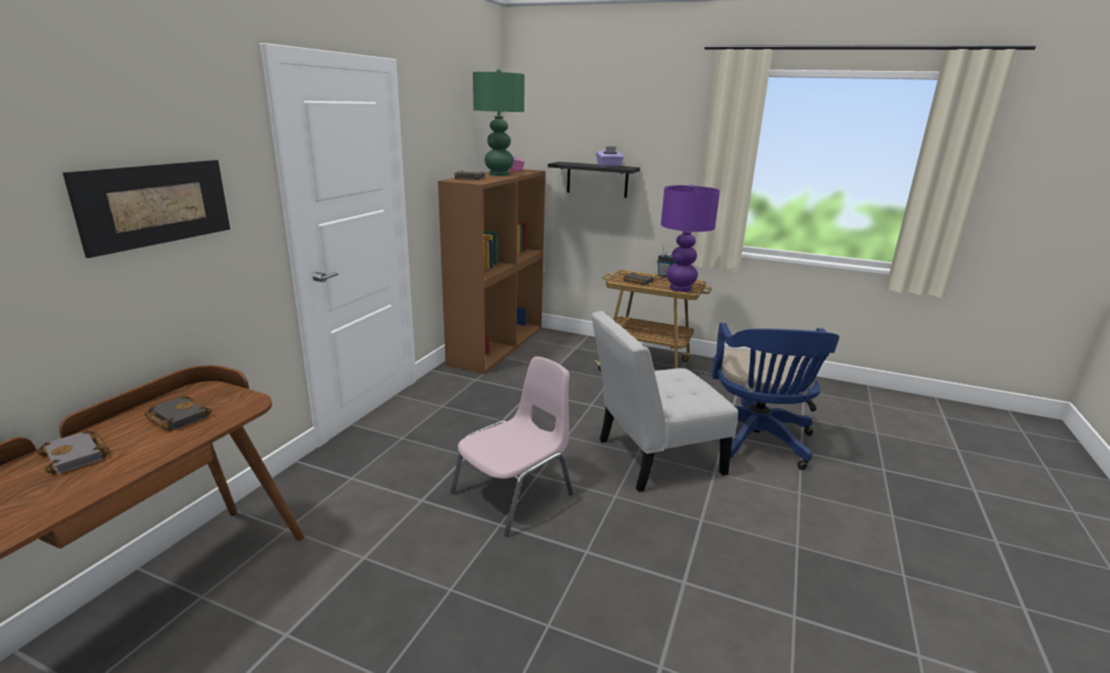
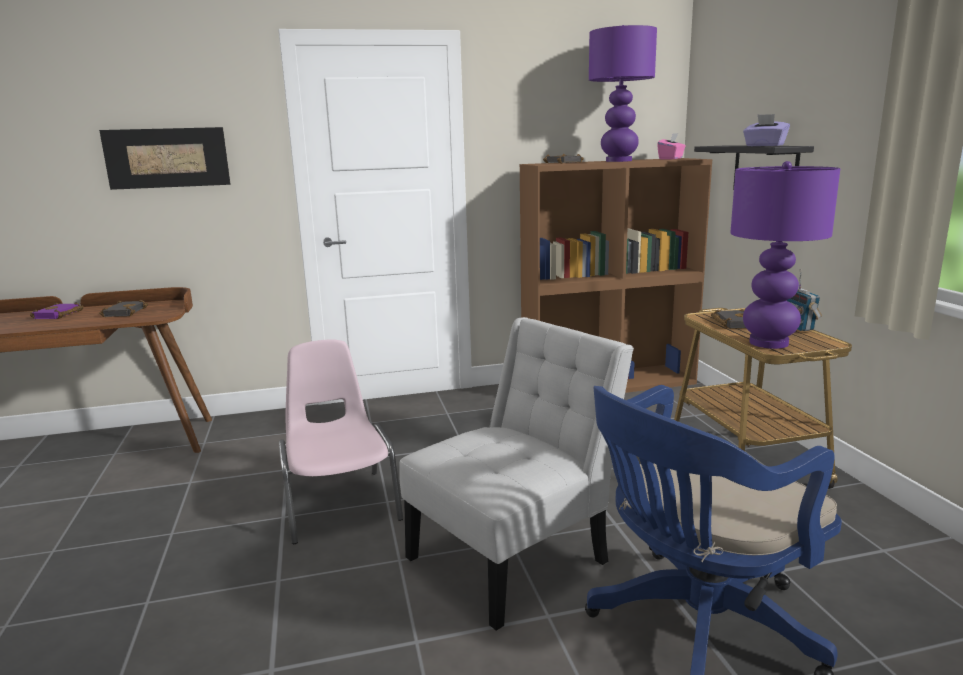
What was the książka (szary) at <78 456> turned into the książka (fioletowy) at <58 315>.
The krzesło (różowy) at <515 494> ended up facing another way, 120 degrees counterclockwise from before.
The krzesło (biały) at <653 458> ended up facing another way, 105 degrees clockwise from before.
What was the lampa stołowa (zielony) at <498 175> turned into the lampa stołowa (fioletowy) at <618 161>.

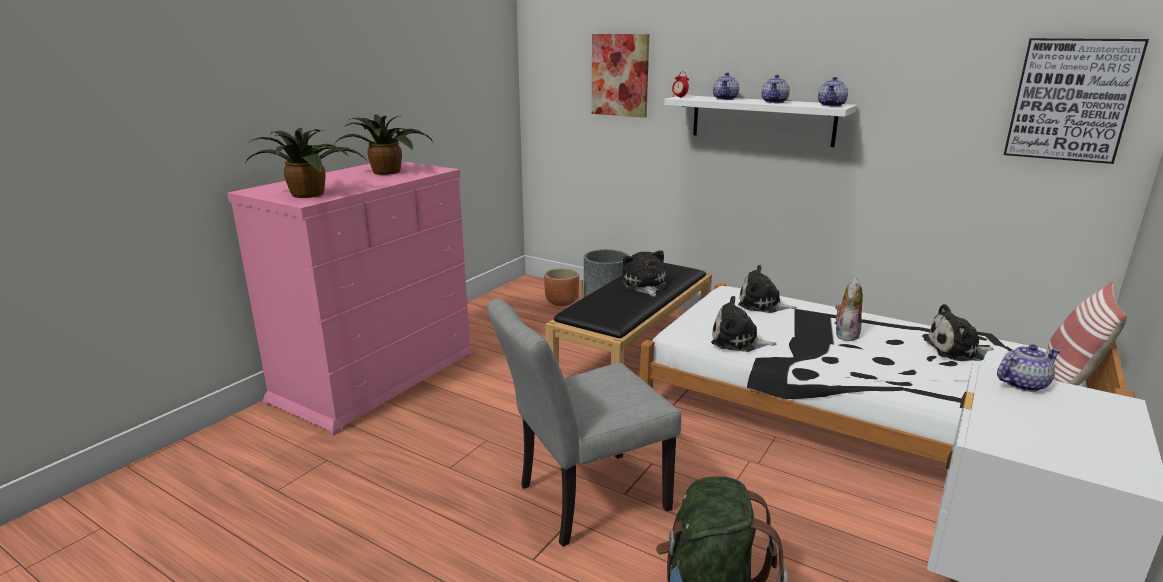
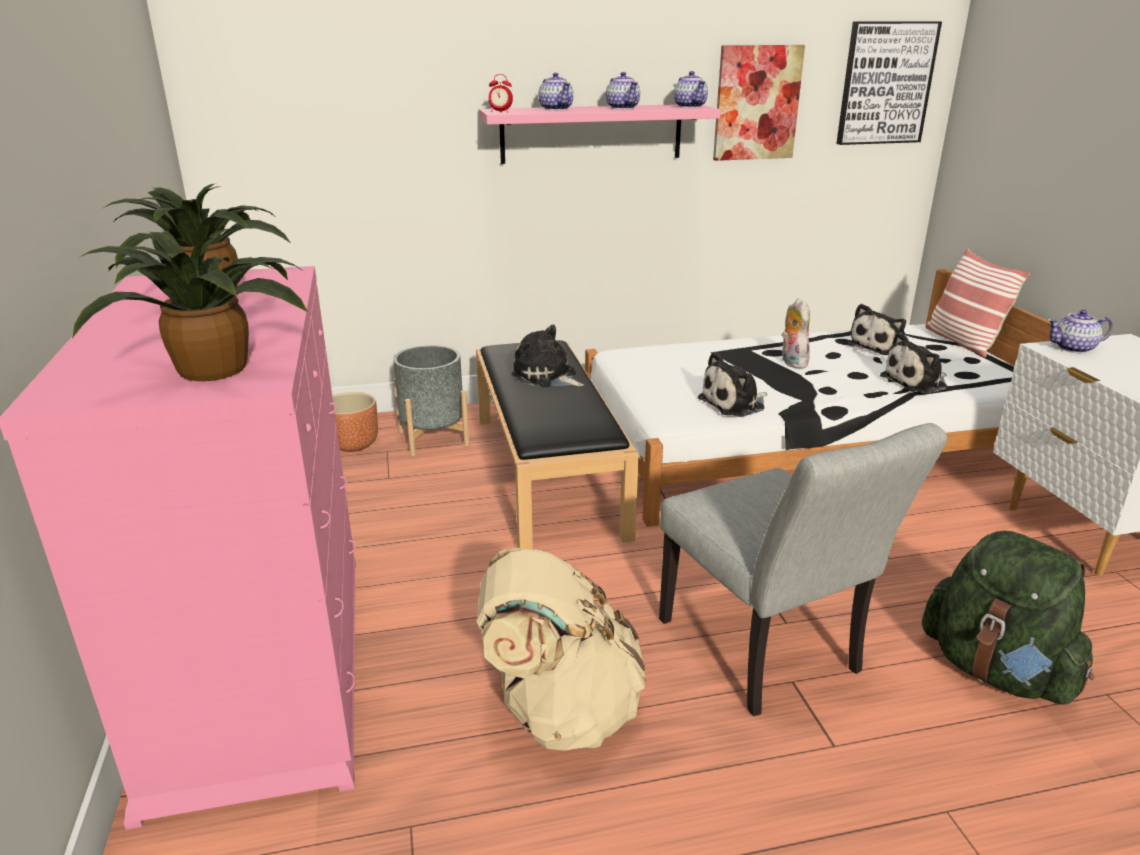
The second view gained the plecak (beżowy) at <560 710>.
What was the półka (biały) at <762 120> turned into the półka (różowy) at <591 133>.
The krzesło (szary) at <582 500> ended up facing another way, 45 degrees counterclockwise from before.
The obraz ended up elsewhere, having gone from <620 75> to <756 103>.
The pluszak ended up elsewhere, having gone from <762 305> to <917 382>.
The imbryk at <1022 384> ended up facing another way, 120 degrees counterclockwise from before.

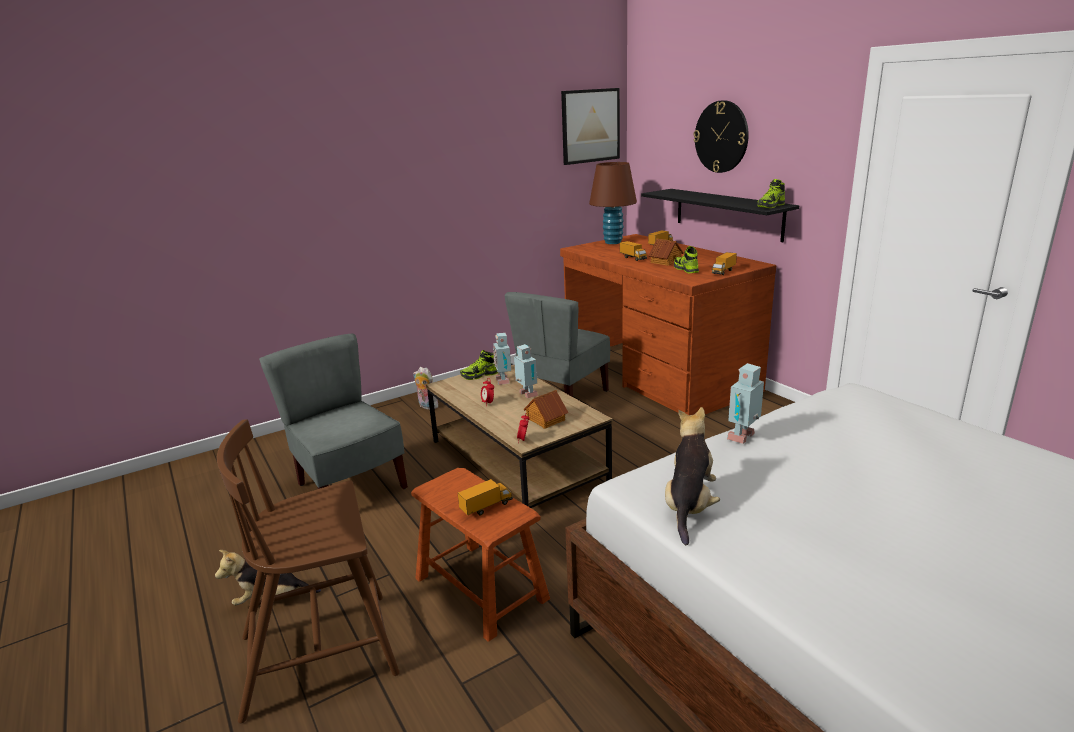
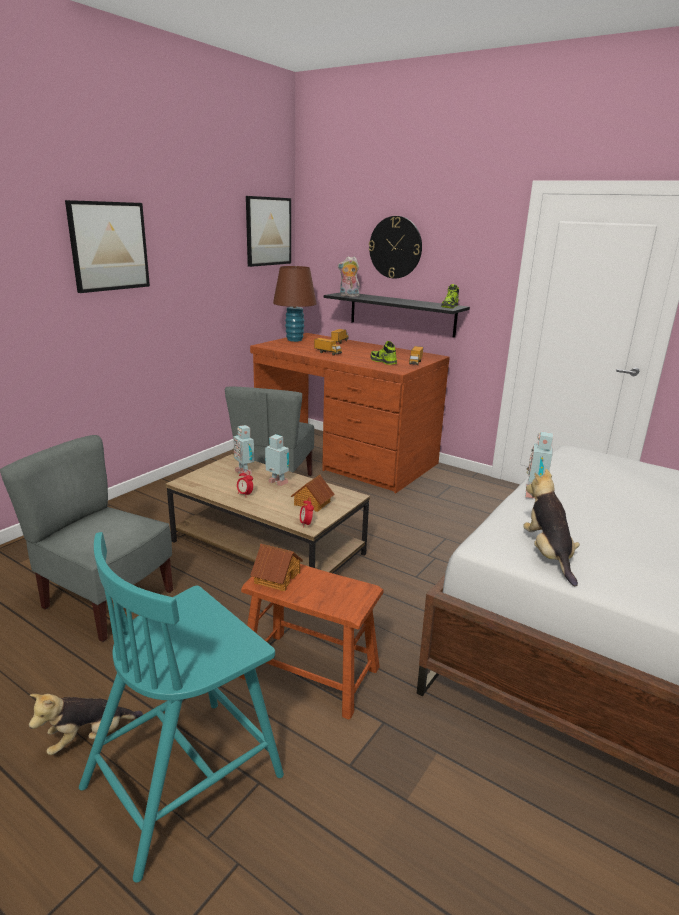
The second view gained the obraz at <109 246>.
What was the krzesło (brązowy) at <322 653> turned into the krzesło (turkusowy) at <186 778>.
The domek ended up elsewhere, having gone from <665 261> to <276 577>.
The pluszak ended up elsewhere, having gone from <426 406> to <348 296>.
The second view lost the ciężarówka zabawkowa at <486 507>.
The second view lost the but at <480 375>.

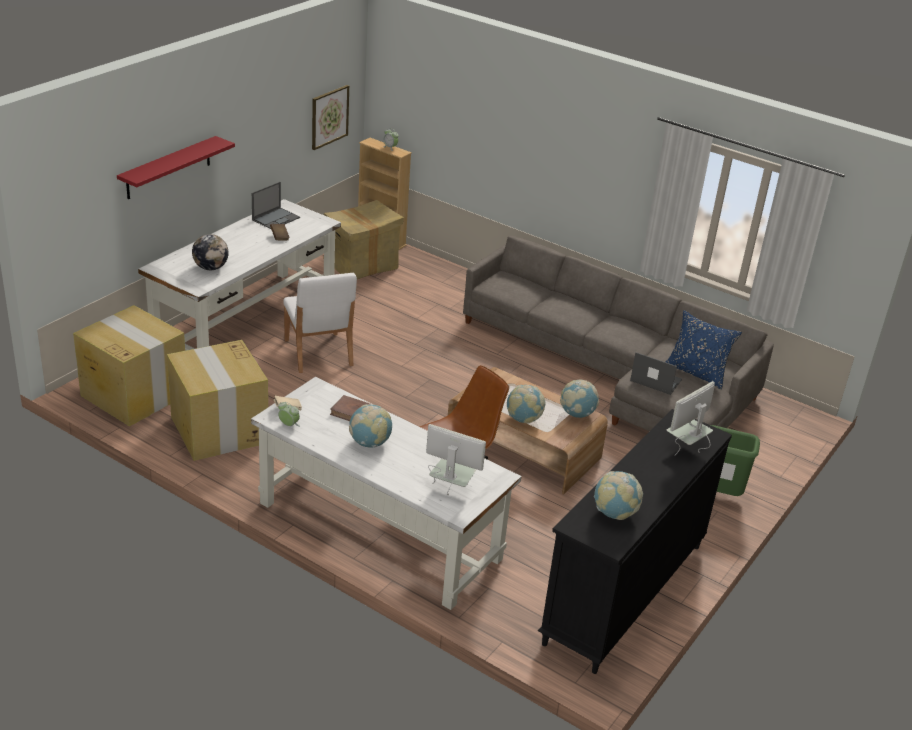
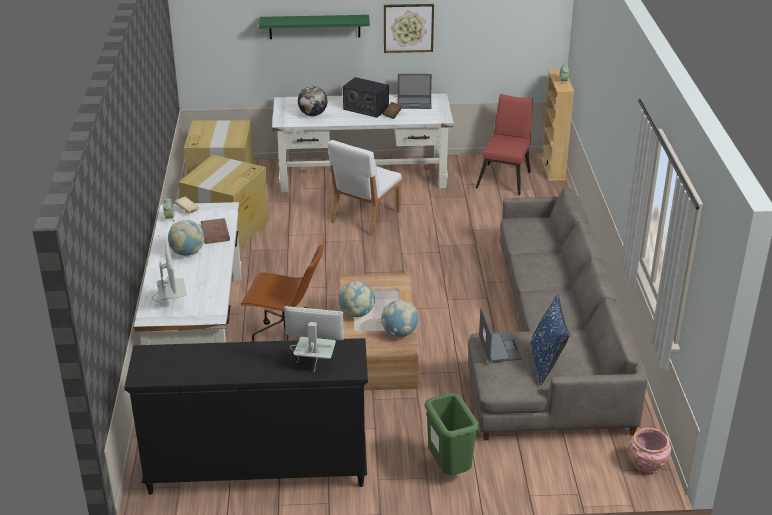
What was the półka (czerwony) at <168 168> turned into the półka (zielony) at <314 26>.
The second view gained the radio at <365 108>.
The obraz ended up elsewhere, having gone from <329 116> to <408 28>.
Where the karton stood at <361 264>, the krzesło (czerwony) came to stand at <505 178>.
The second view gained the donica (różowy) at <647 464>.
The second view lost the globus at <614 513>.

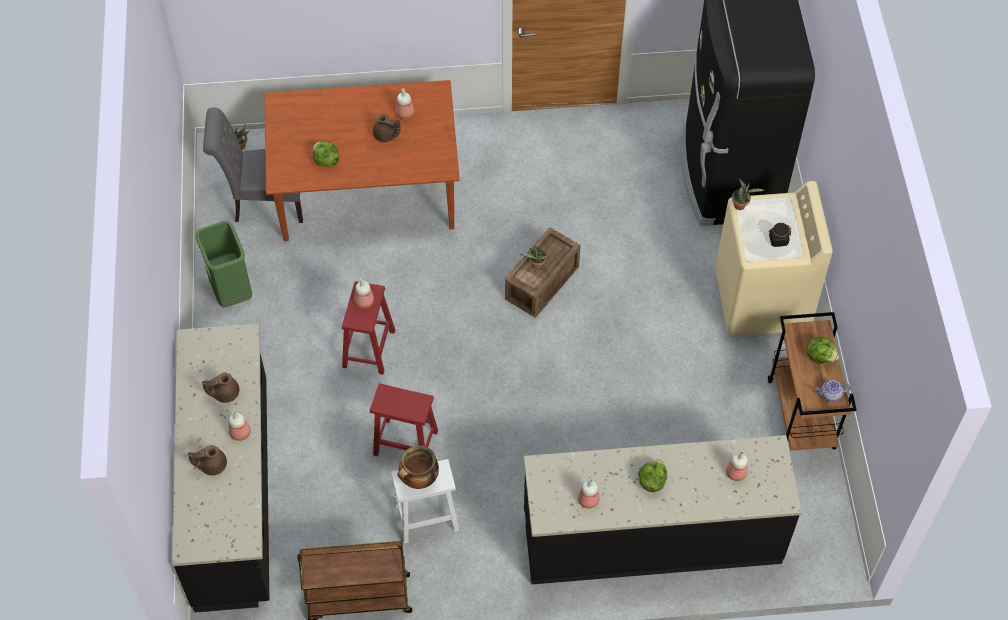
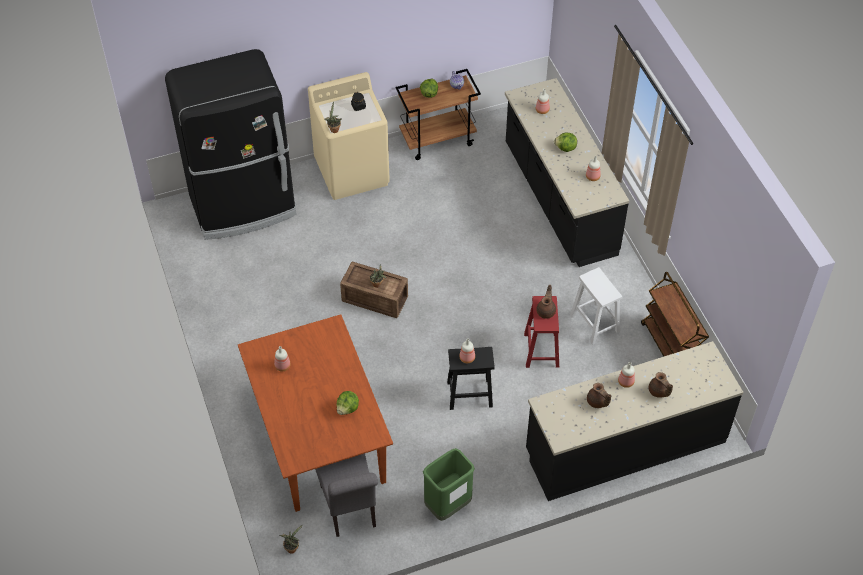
What was the stołek (czerwony) at <369 347> turned into the stołek (czarny) at <469 394>.
The imbryk (brązowy) ended up elsewhere, having gone from <386 136> to <546 311>.
The second view lost the garnek at <419 480>.

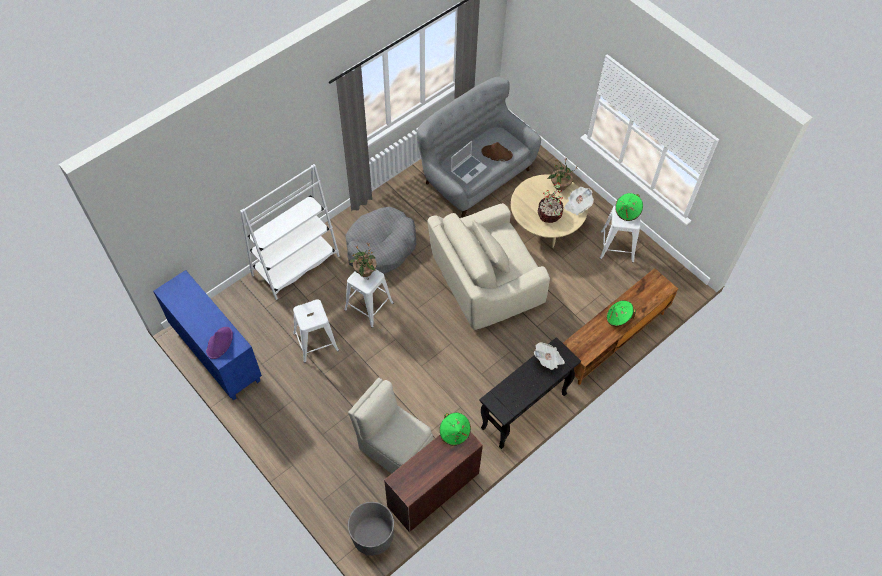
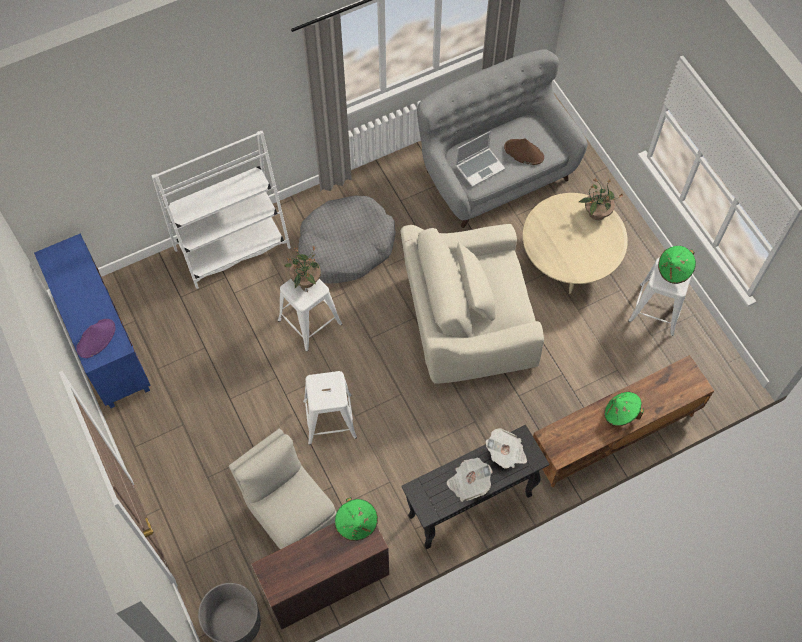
The stołek (biały) ended up elsewhere, having gone from <316 341> to <330 419>.
The gazeta ended up elsewhere, having gone from <577 205> to <468 483>.
The second view lost the roślina doniczkowa at <550 215>.

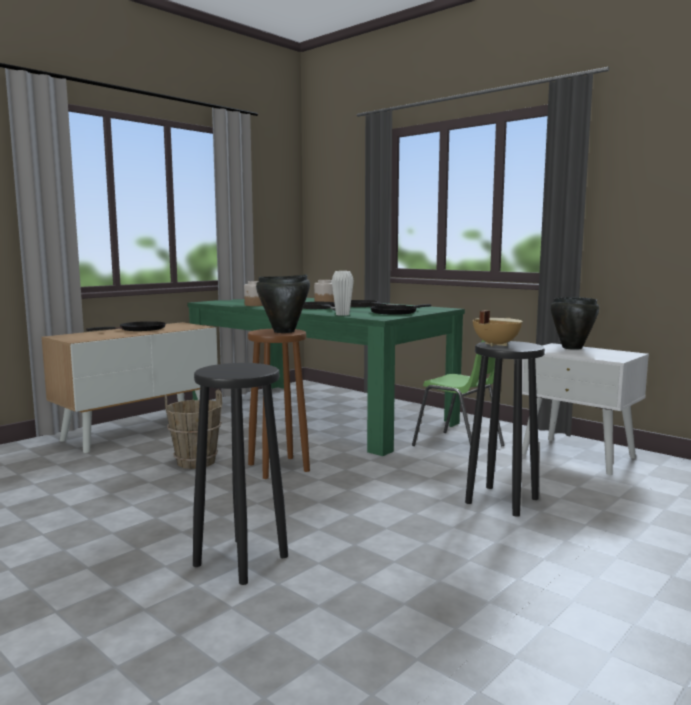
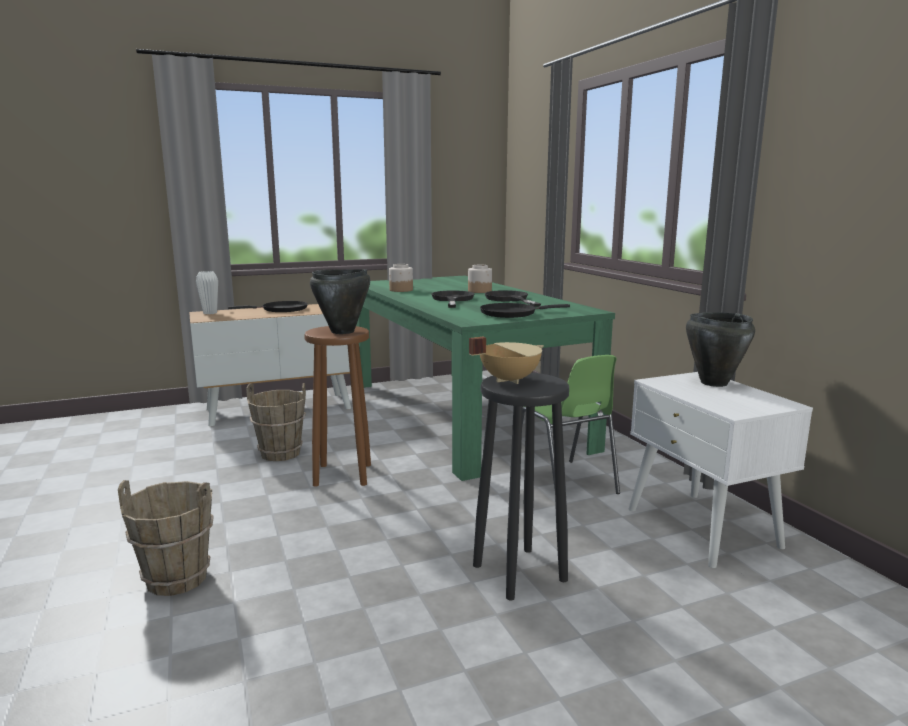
Where the stołek (czarny) stood at <242 560>, the wiadro (brązowy) came to stand at <177 578>.
The wazon (biały) ended up elsewhere, having gone from <342 314> to <210 313>.

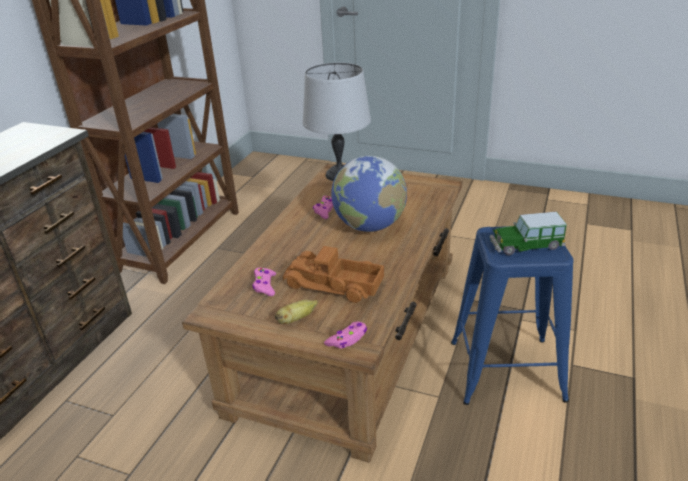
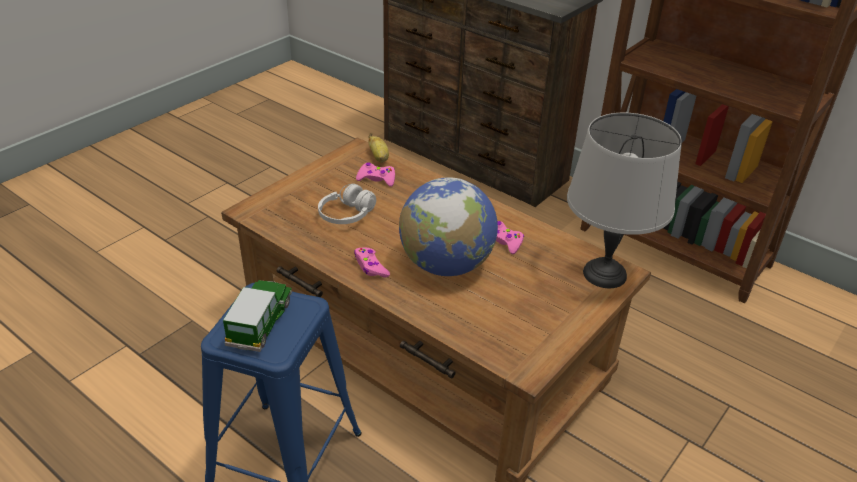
Where the ciężarówka zabawkowa stood at <333 285>, the słuchawki (biały) came to stand at <347 215>.
The pad do gier (różowy) ended up elsewhere, having gone from <347 339> to <371 267>.
The banan ended up elsewhere, having gone from <296 319> to <379 158>.

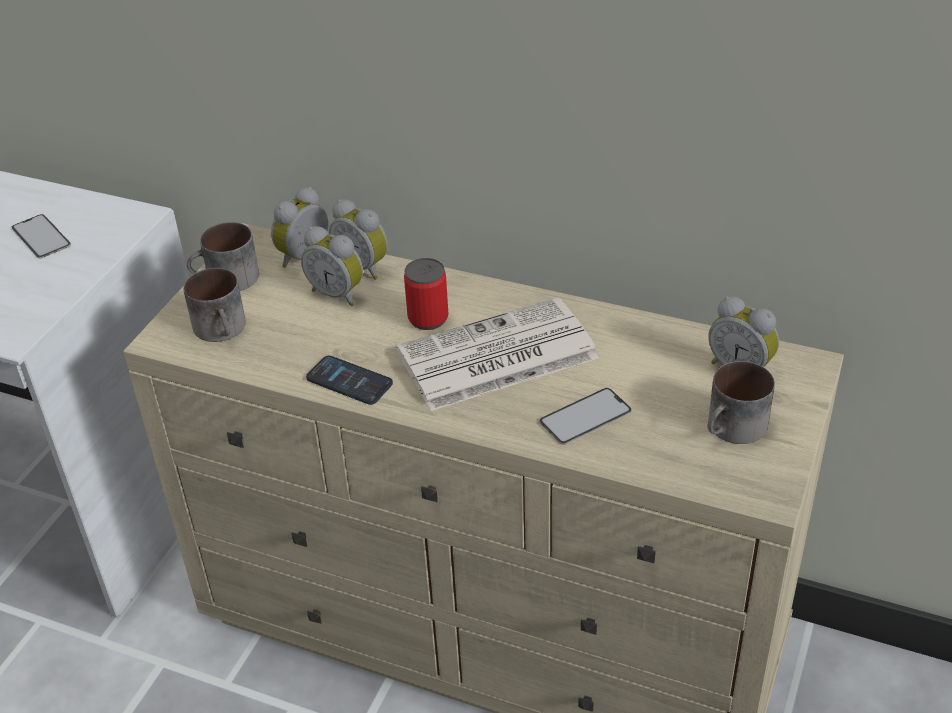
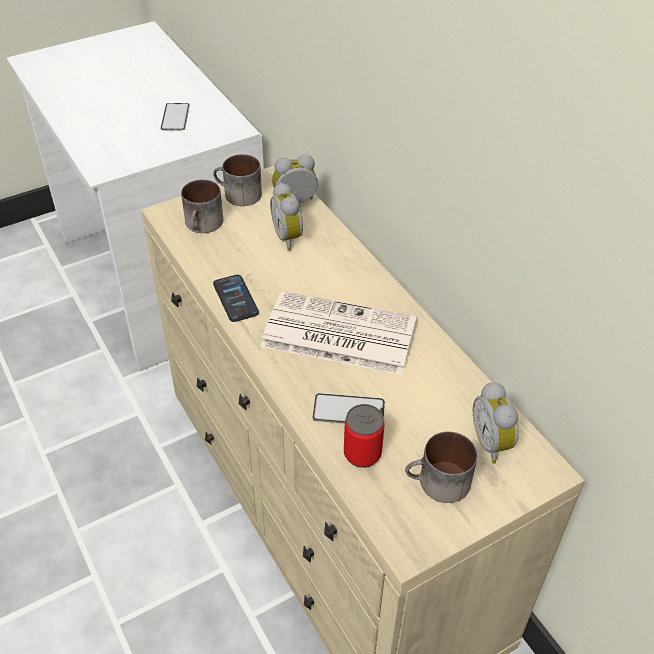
The puszka ended up elsewhere, having gone from <428 318> to <362 453>.
The second view lost the budzik at <364 266>.

